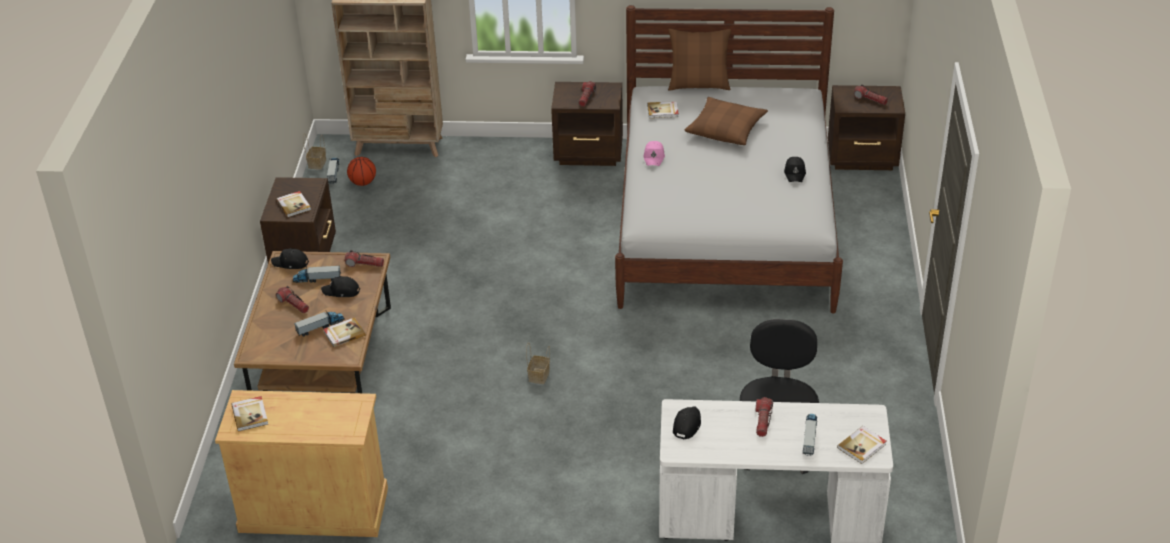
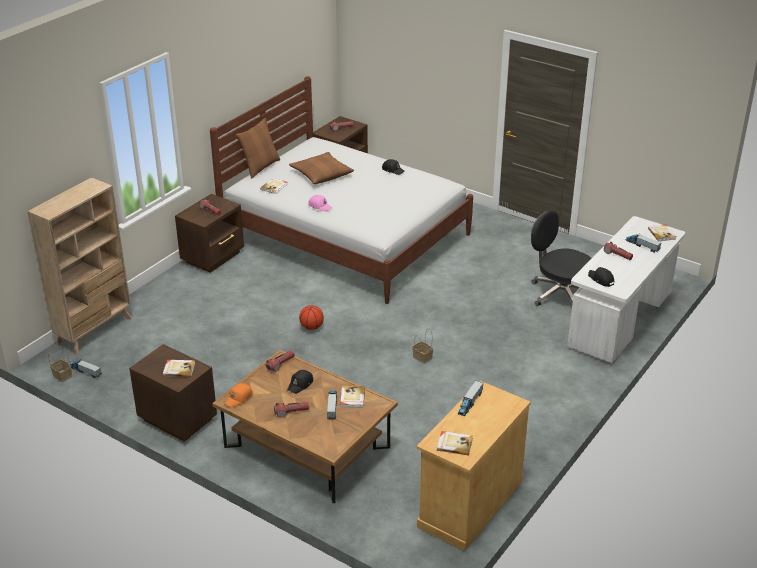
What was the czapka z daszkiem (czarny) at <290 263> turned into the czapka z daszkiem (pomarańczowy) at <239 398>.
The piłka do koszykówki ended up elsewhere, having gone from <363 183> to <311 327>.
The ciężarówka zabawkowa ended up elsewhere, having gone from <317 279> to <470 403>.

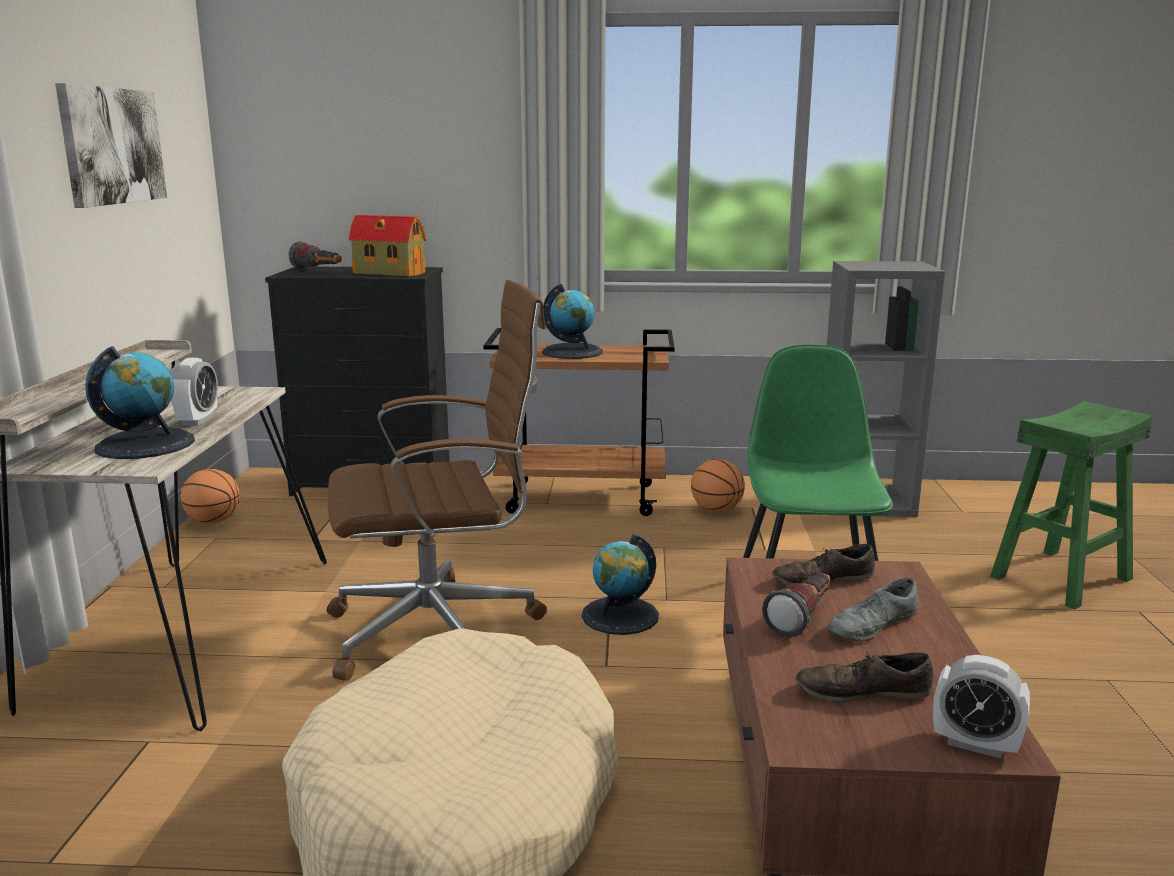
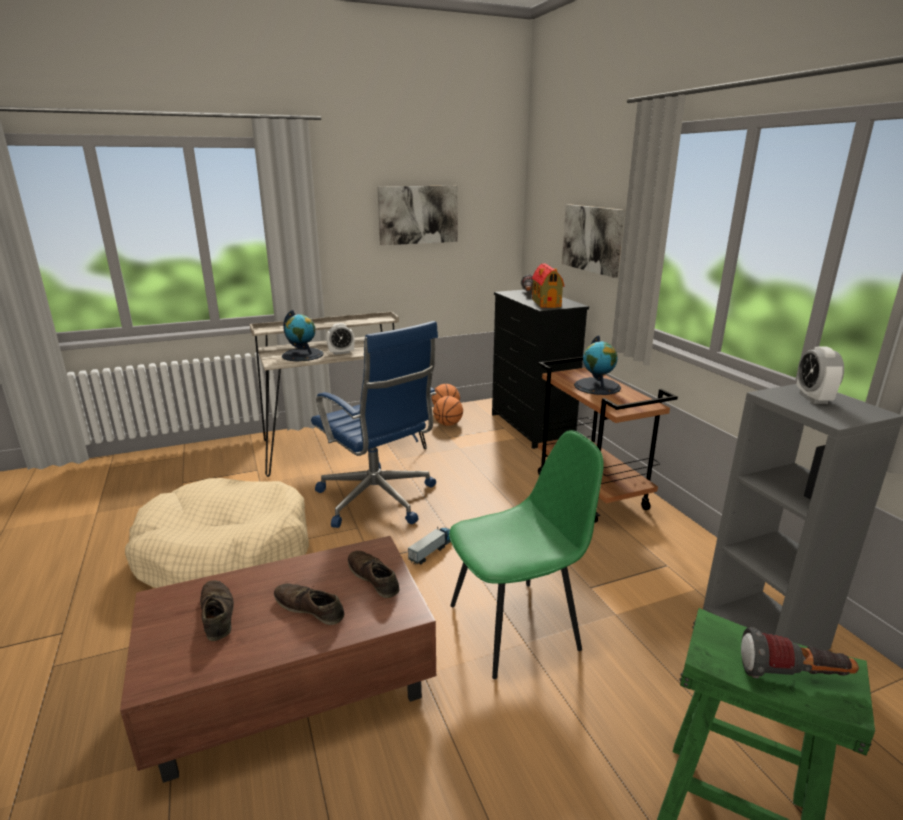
What was the but (szary) at <872 625> turned into the but (brązowy) at <309 608>.
What was the krzesło biurowe (brązowy) at <441 631> turned into the krzesło biurowe (niebieski) at <378 500>.
Where the globus stood at <620 616>, the ciężarówka zabawkowa came to stand at <434 549>.
The piłka do koszykówki ended up elsewhere, having gone from <716 510> to <448 424>.
The second view gained the obraz at <592 239>.
The latarka ended up elsewhere, having gone from <802 618> to <793 676>.
The budzik ended up elsewhere, having gone from <975 744> to <813 398>.

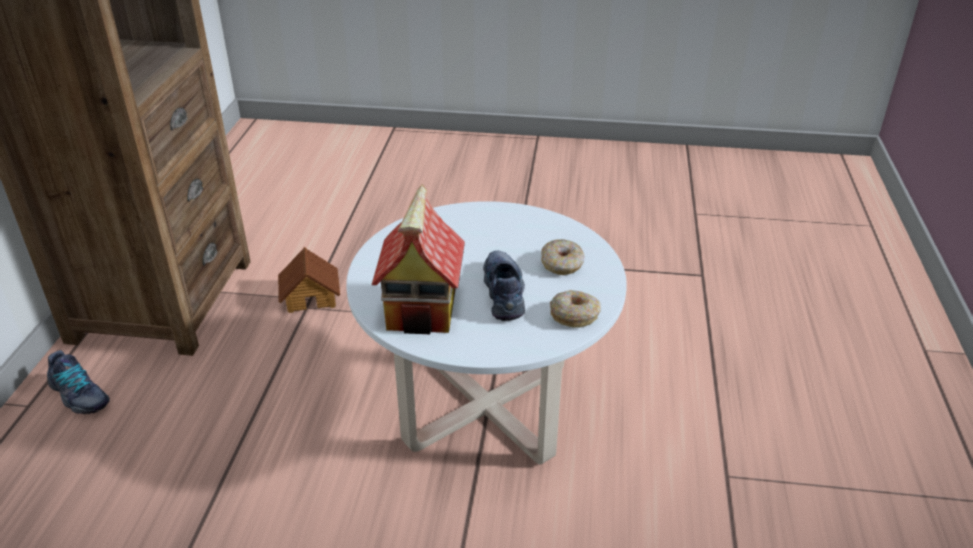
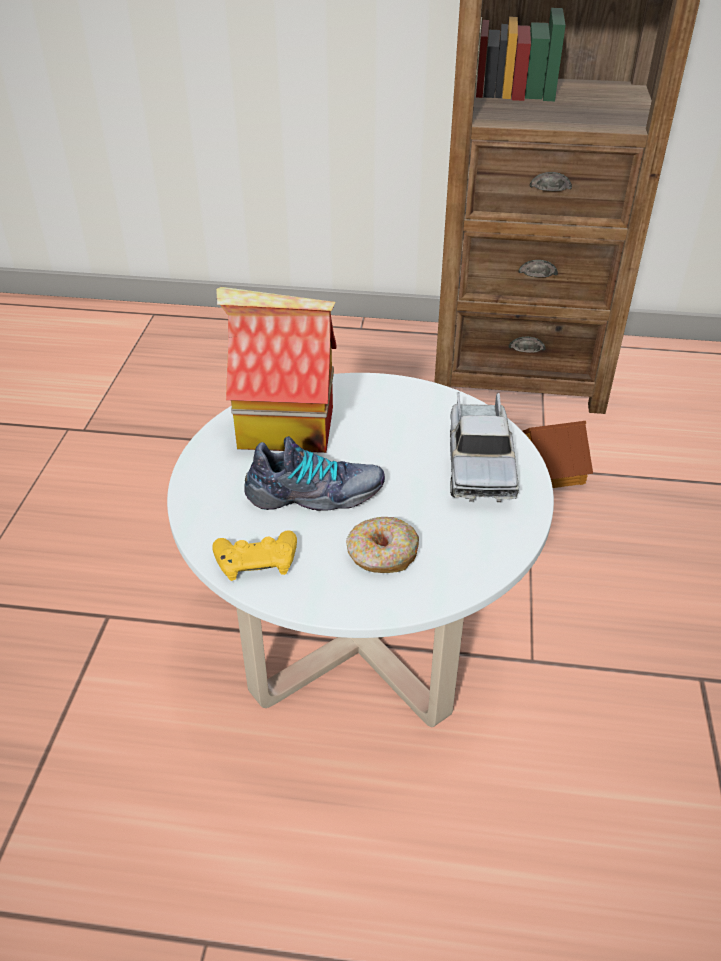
Where the donut stood at <574 315>, the pad do gier (żółty) came to stand at <256 561>.
The second view gained the ciężarówka zabawkowa at <479 461>.
The second view lost the but at <79 395>.

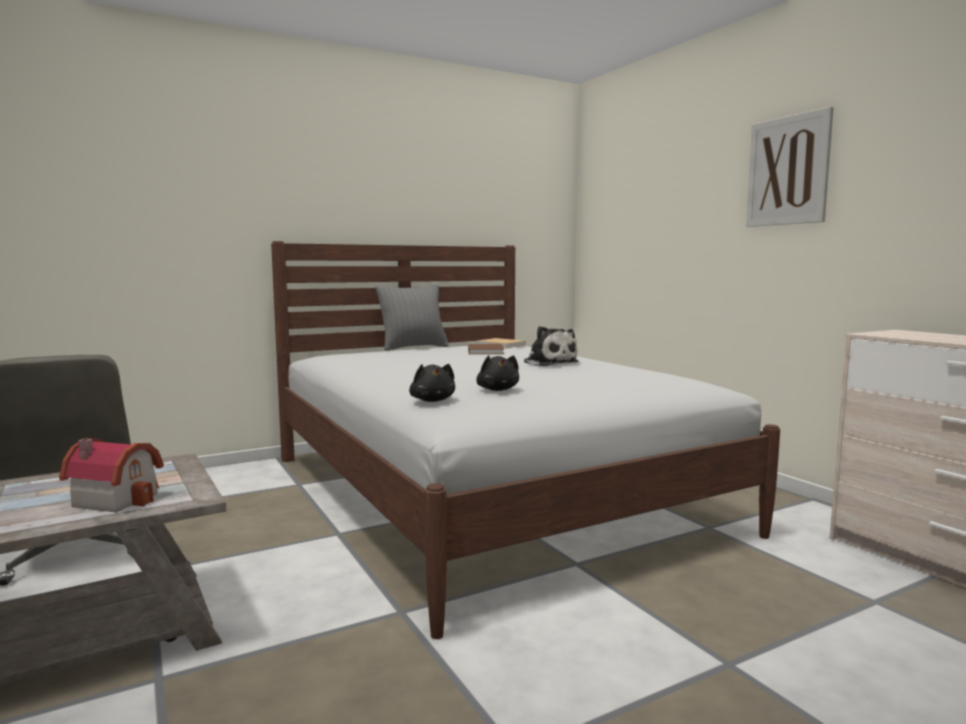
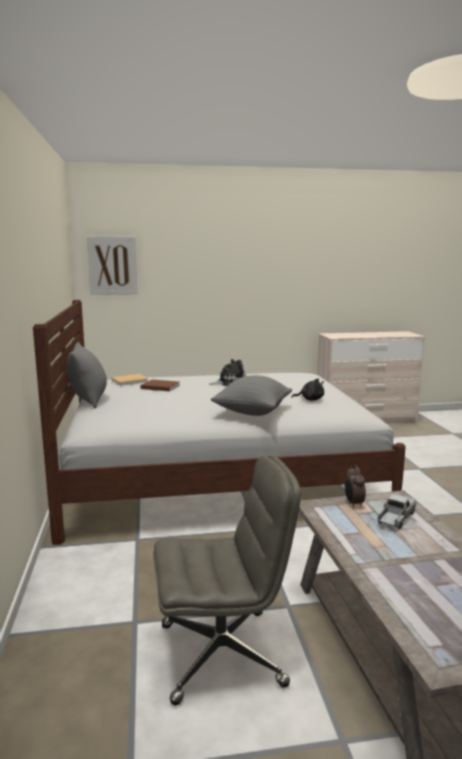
The obraz ended up elsewhere, having gone from <788 171> to <112 265>.
The second view gained the poduszka (szary) at <252 412>.
The second view gained the budzik at <353 503>.
Where the domek stood at <118 498>, the ciężarówka zabawkowa came to stand at <395 518>.
The second view lost the pluszak (czarny) at <432 400>.

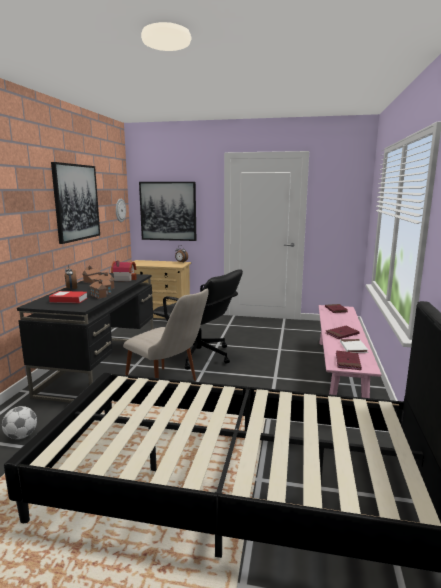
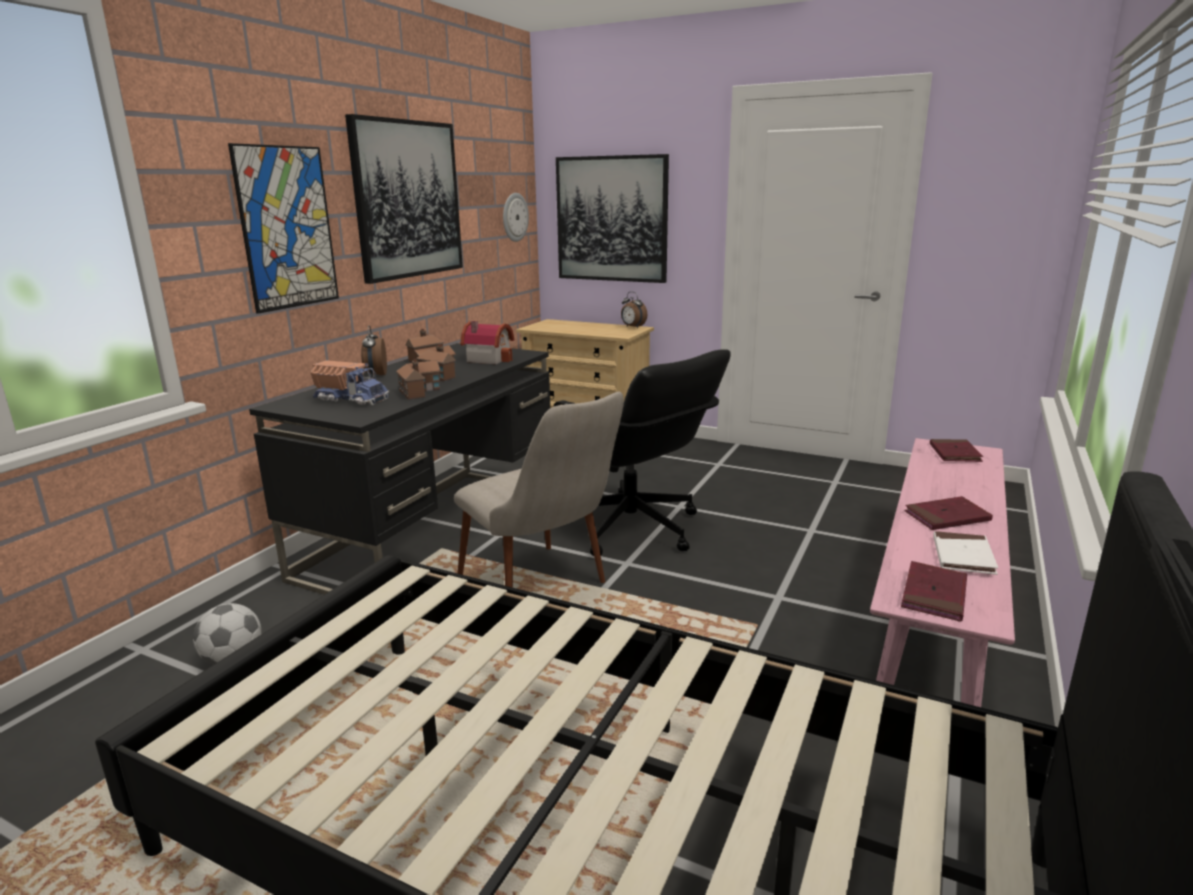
The second view gained the obraz at <287 228>.
Where the książka stood at <69 300>, the ciężarówka zabawkowa came to stand at <351 399>.

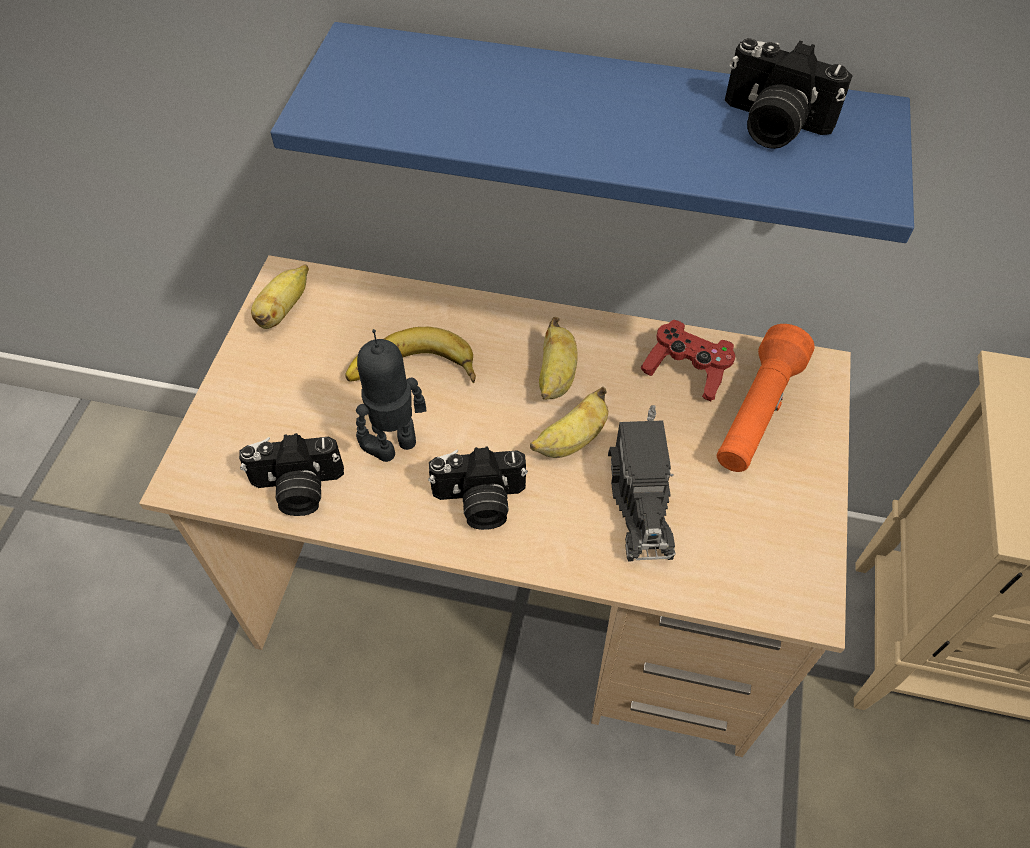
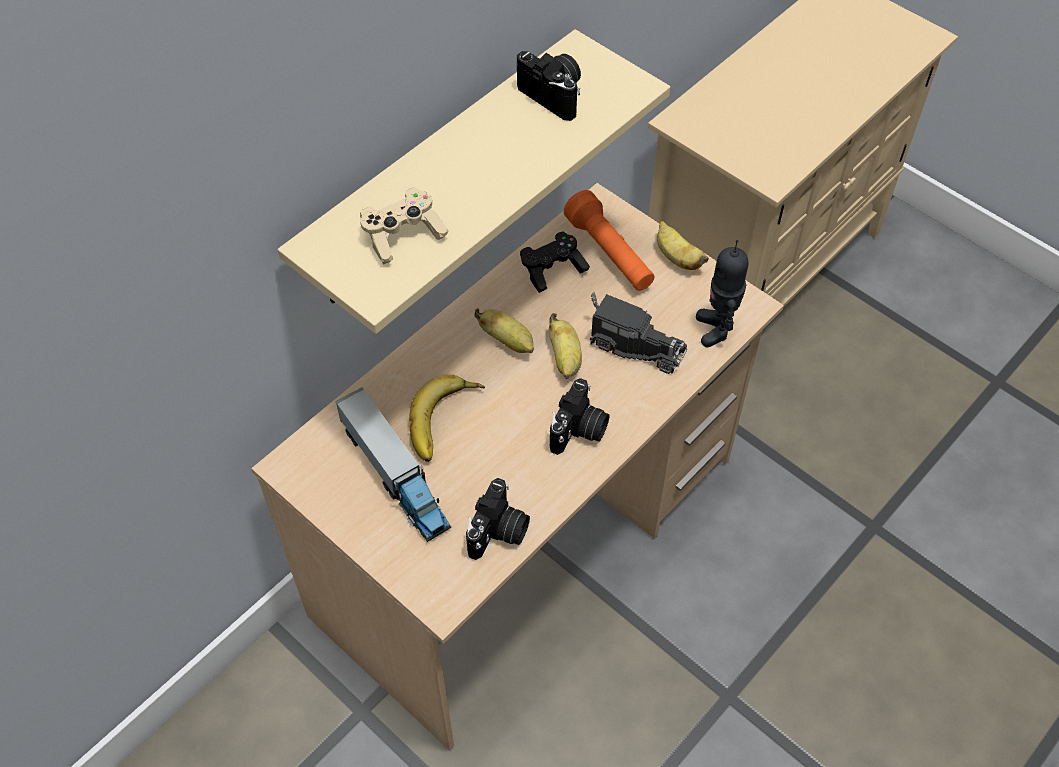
What was the półka (niebieski) at <604 127> turned into the półka (beżowy) at <439 173>.
The second view gained the ciężarówka zabawkowa at <395 475>.
The second view gained the pad do gier (beżowy) at <403 235>.
The aparat fotograficzny at <771 125> ended up facing another way, 105 degrees counterclockwise from before.
What was the pad do gier (czerwony) at <687 370> turned into the pad do gier (czarny) at <552 269>.
The banan ended up elsewhere, having gone from <283 310> to <677 257>.
The robot zabawkowy ended up elsewhere, having gone from <395 446> to <716 329>.

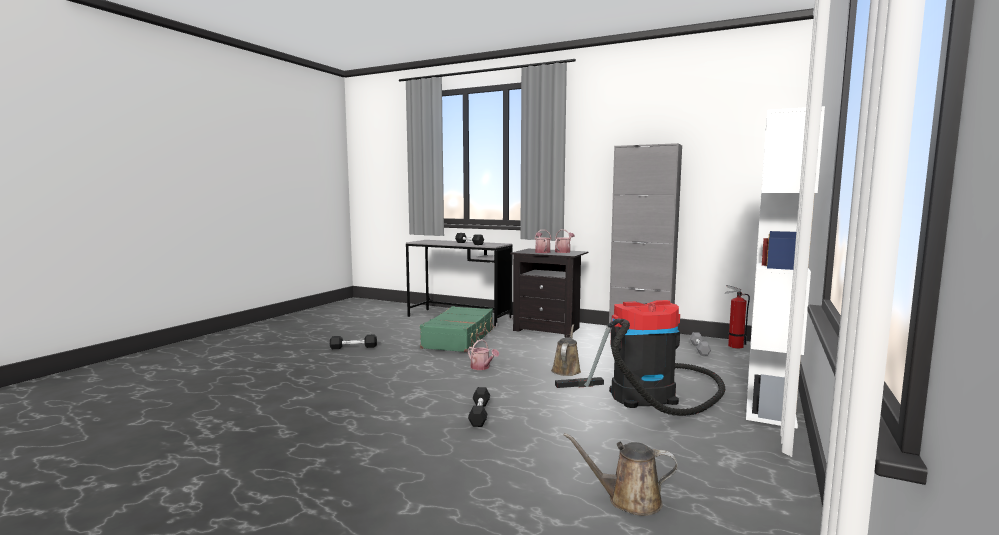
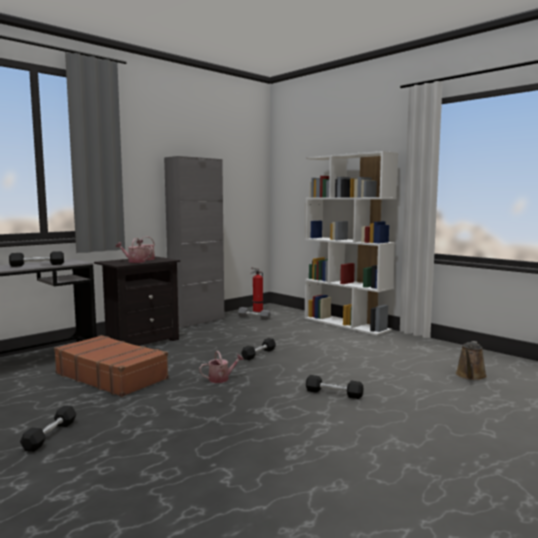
What was the walizka (zielony) at <459 338> turned into the walizka (brązowy) at <111 376>.
Where the konewka (brązowy) stood at <566 370>, the hantel (czarny) came to stand at <258 354>.
The second view lost the odkurzacz at <649 396>.

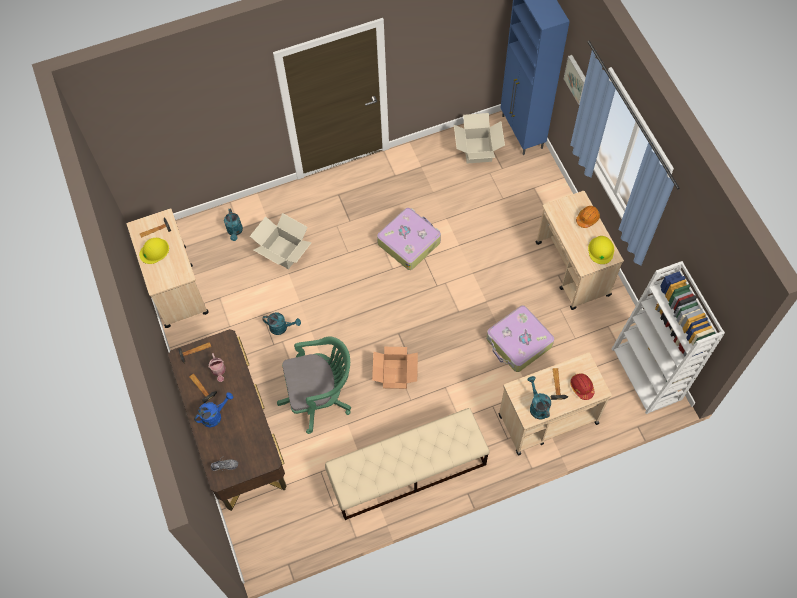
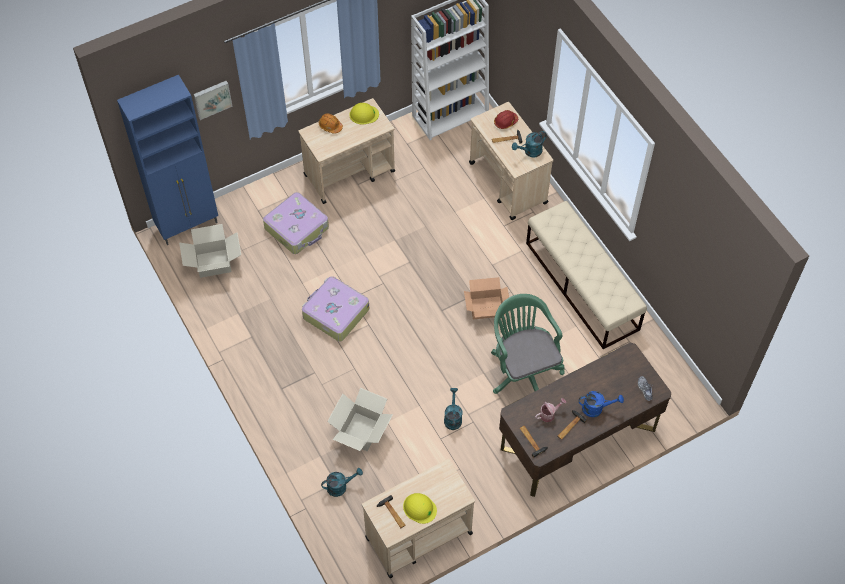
The walizka ended up elsewhere, having gone from <518 343> to <297 228>.
The konewka (niebieski) at <215 415> ended up facing another way, 135 degrees clockwise from before.

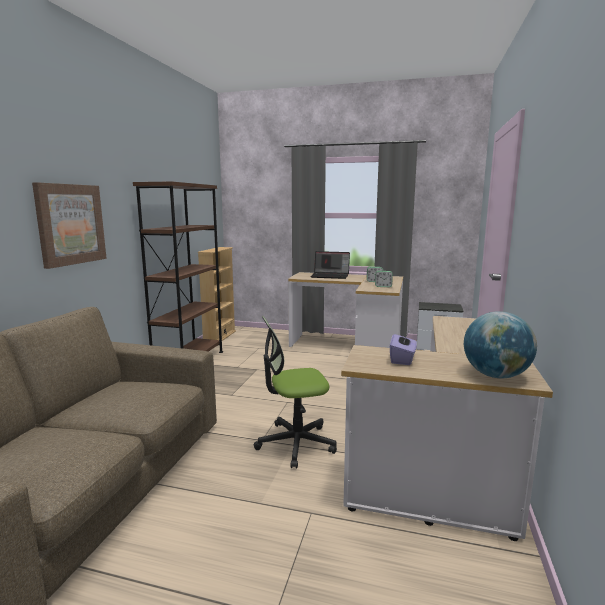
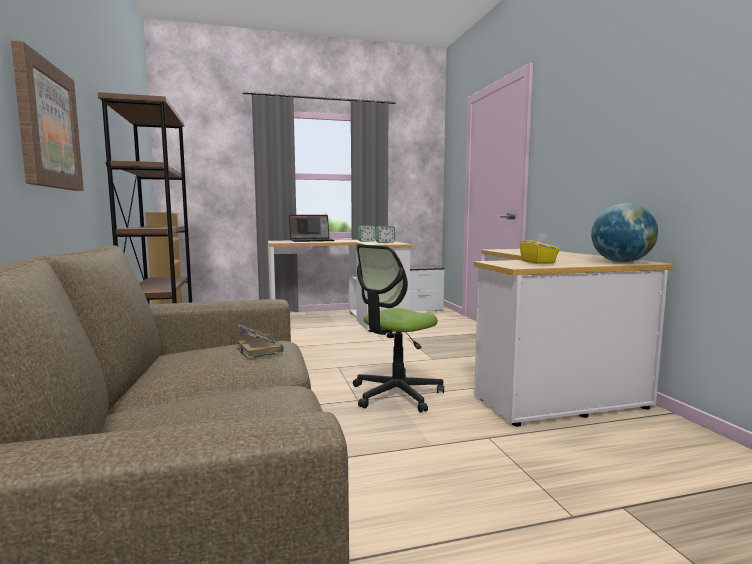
The second view gained the książka at <258 350>.
What was the pudełko chusteczek (fioletowy) at <402 359> turned into the pudełko chusteczek (żółty) at <538 262>.

